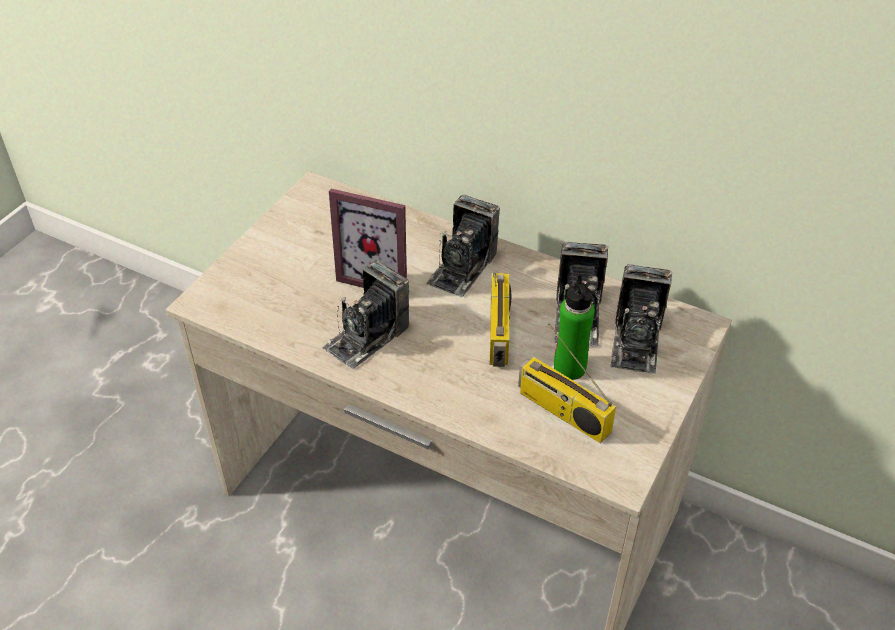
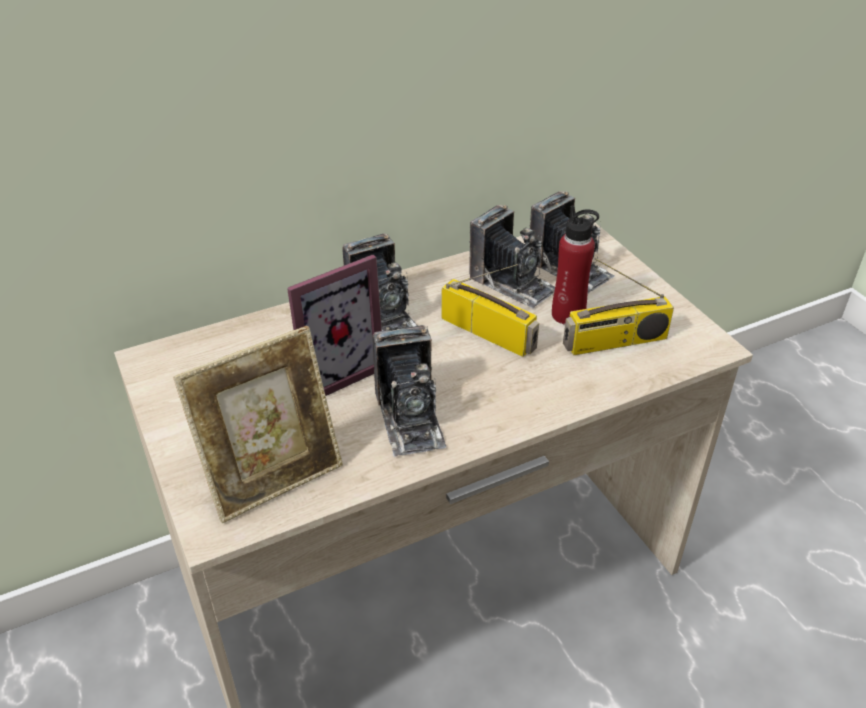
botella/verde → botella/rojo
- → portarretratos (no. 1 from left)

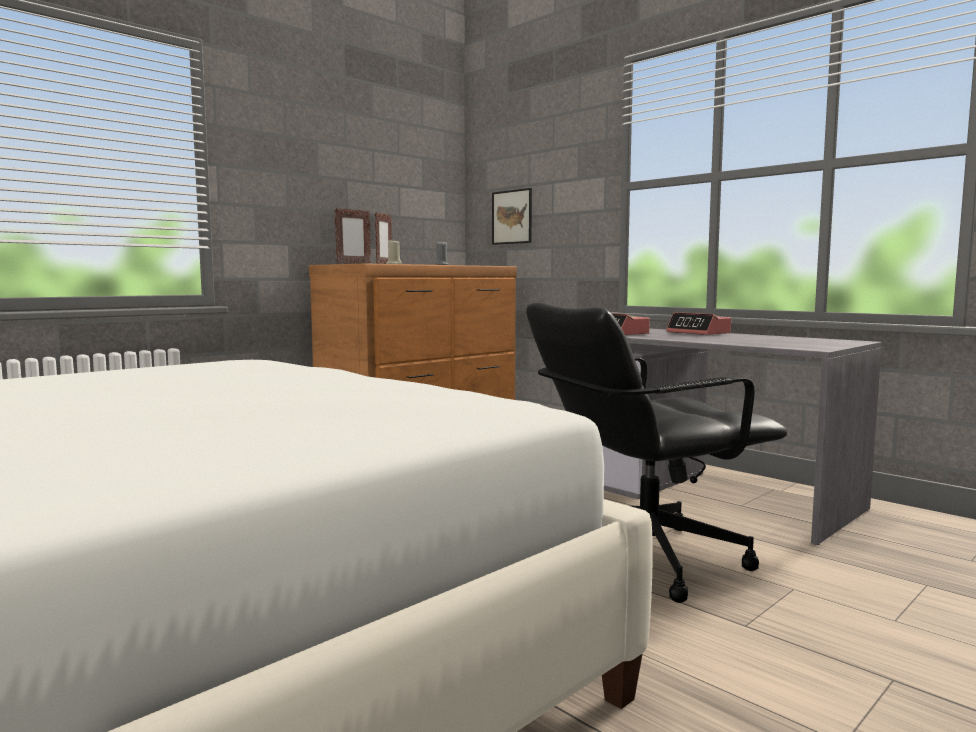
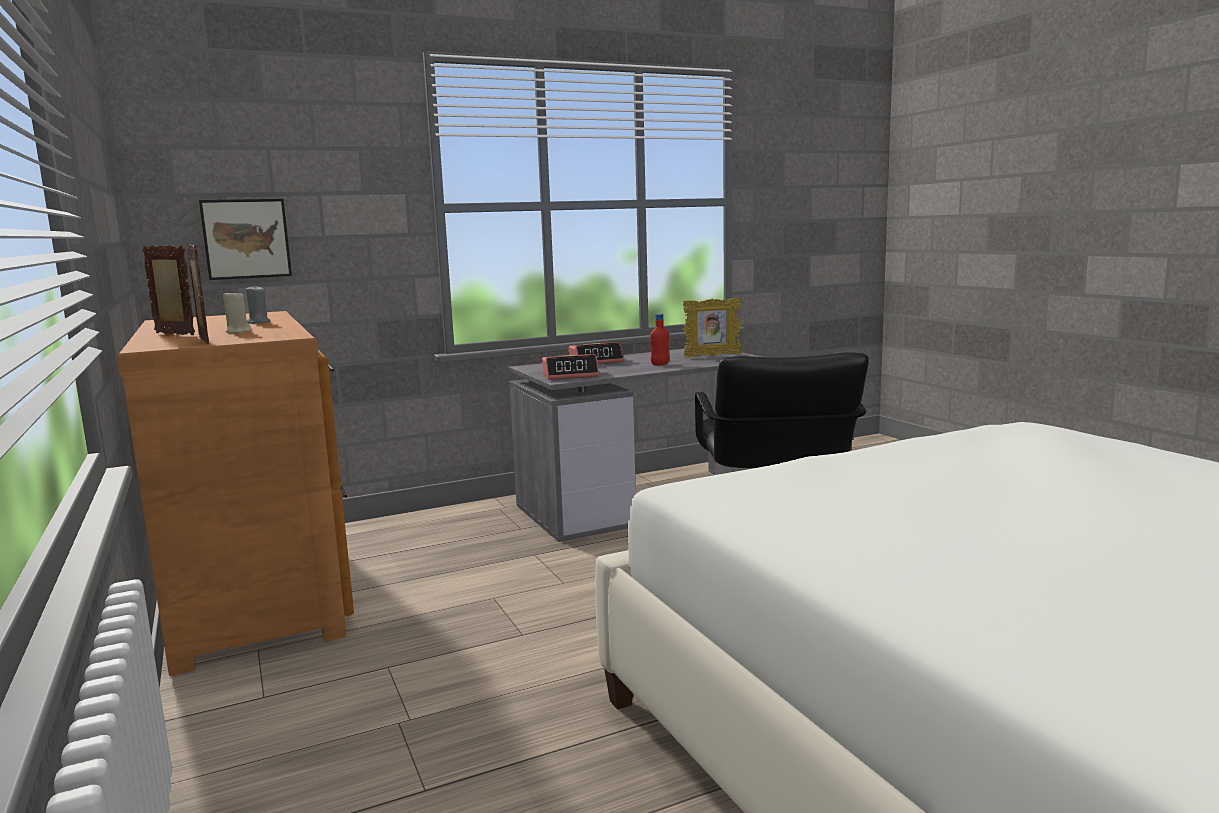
- → botella/rojo
- → portarretratos (no. 3 from left)

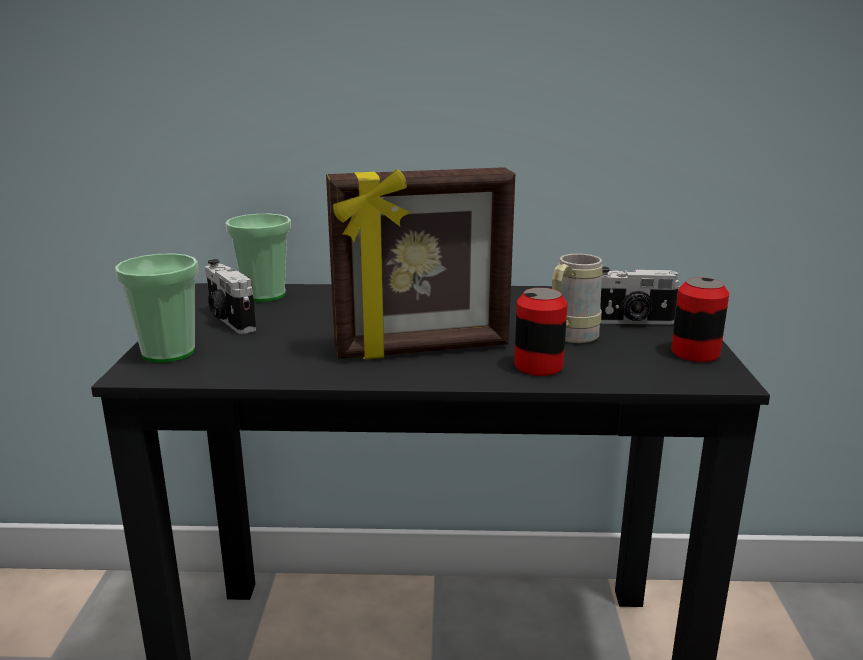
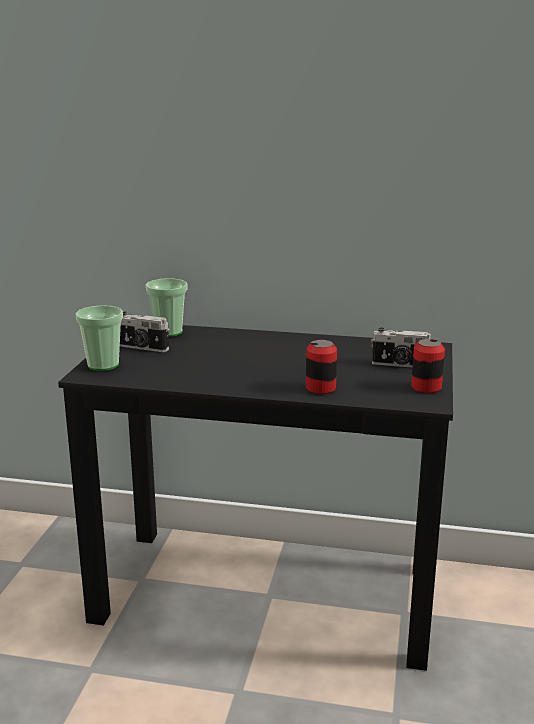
cámara (no. 1 from left), 45 degrees counterclockwise
portarretratos → -
taza grande/beis → -

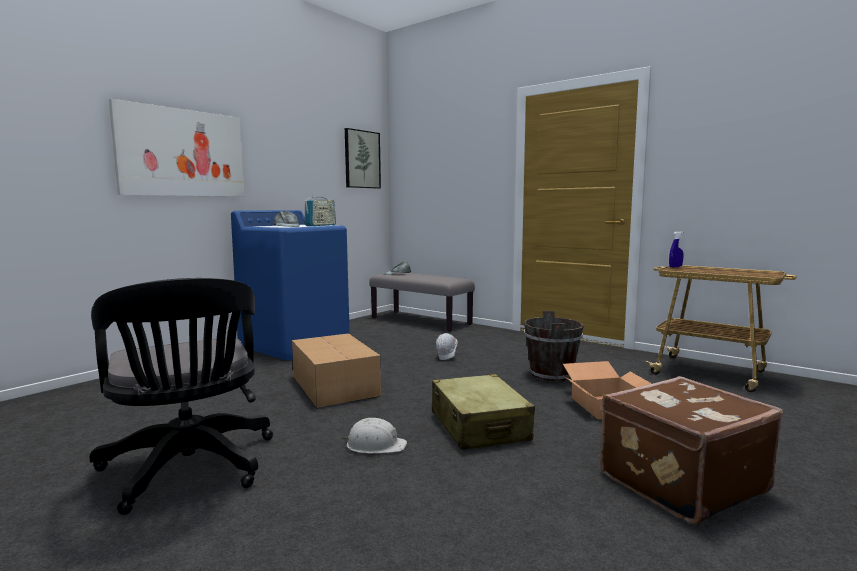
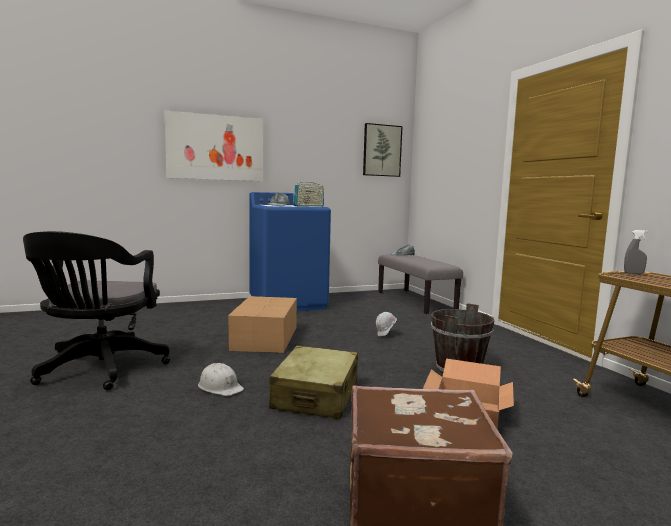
pulverizador/azul → pulverizador/gris

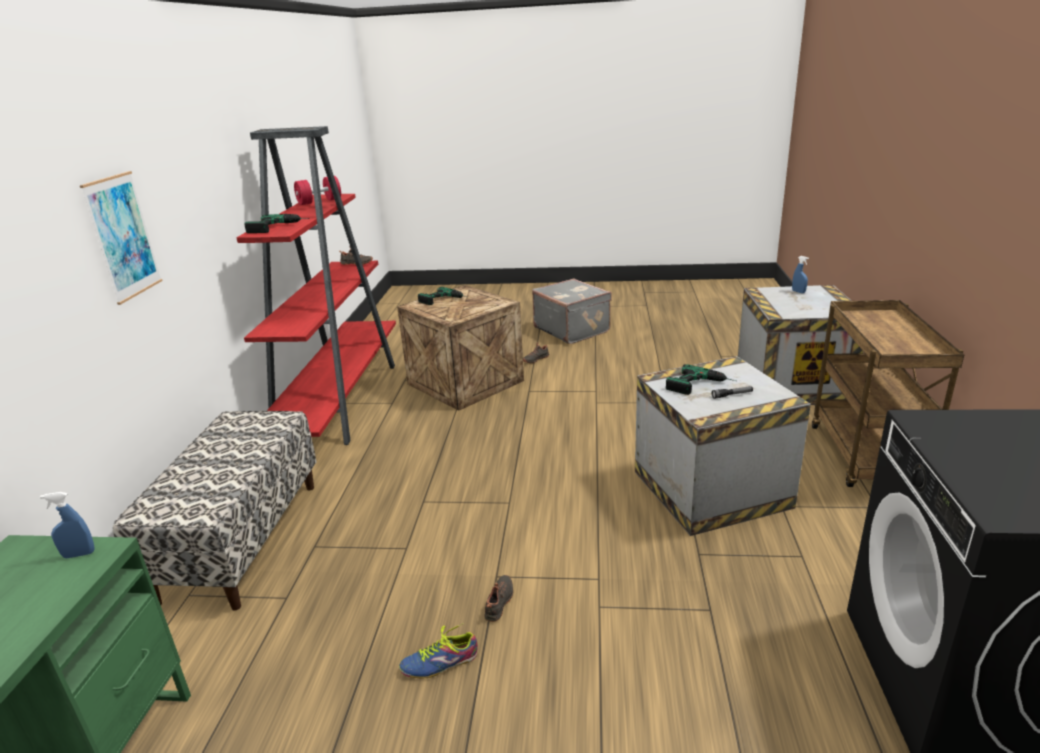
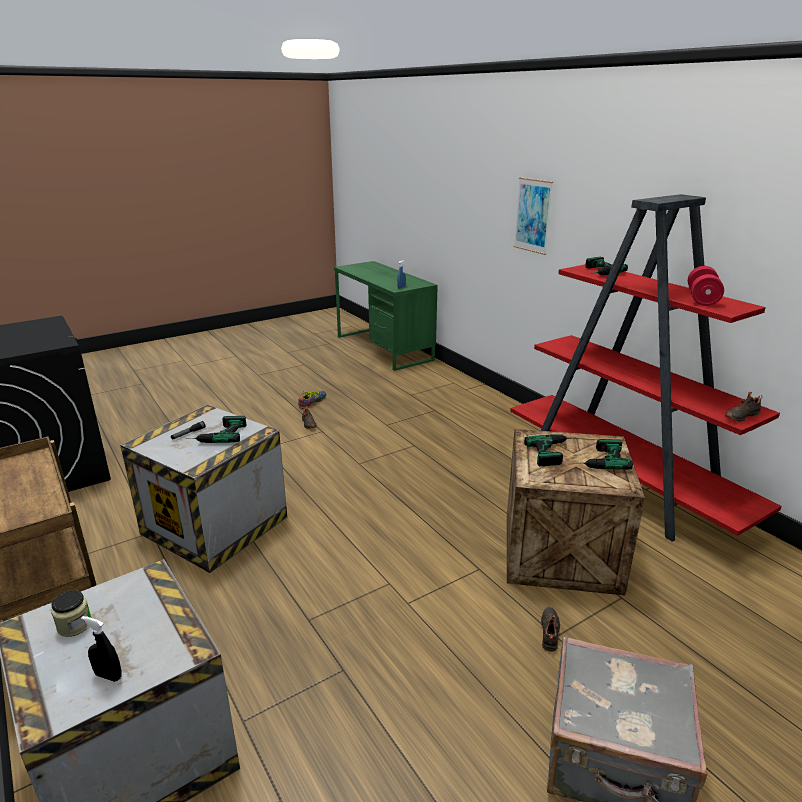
banco → -
pulverizador/azul (no. 2 from left) → pulverizador/negro
- → tarro
- → taladro (no. 2 from left)

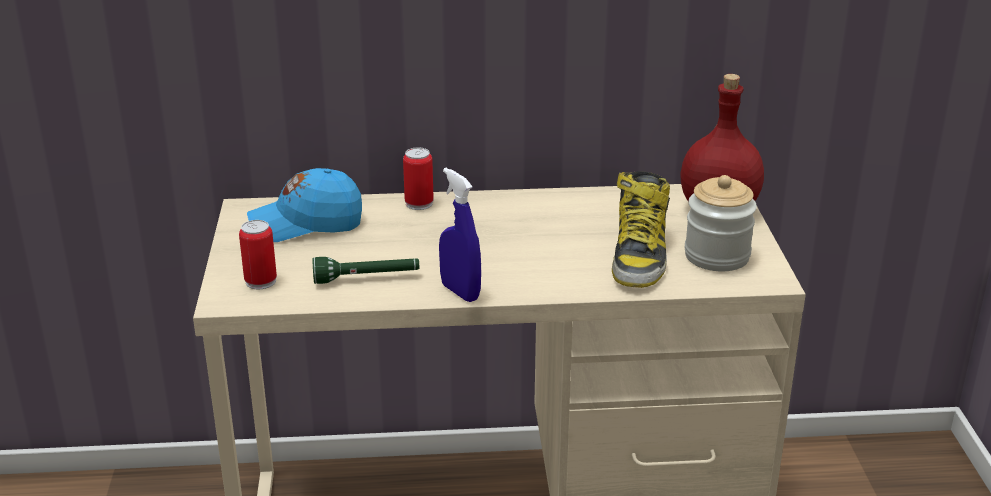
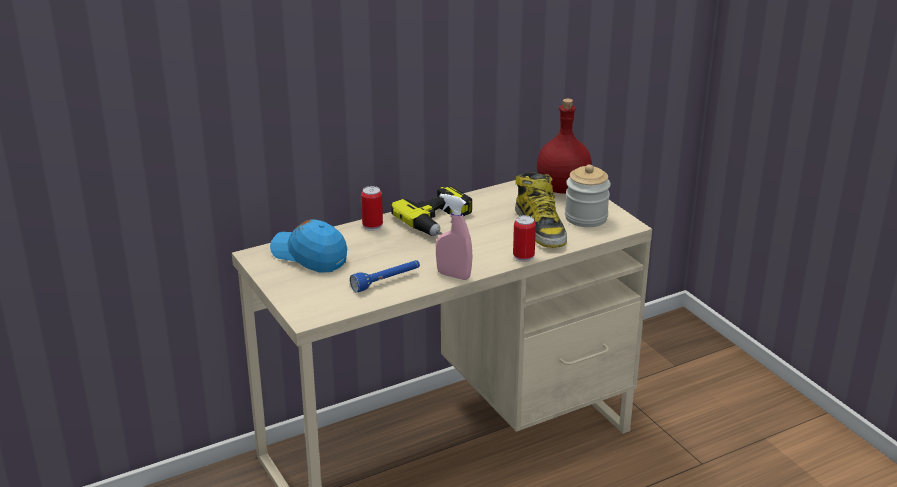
lata (no. 1 from left in the first image) → lata (no. 2 from left), shifted
gorra/azul, 75 degrees clockwise
linterna/verde → linterna/azul
pulverizador/azul → pulverizador/rosa
- → taladro

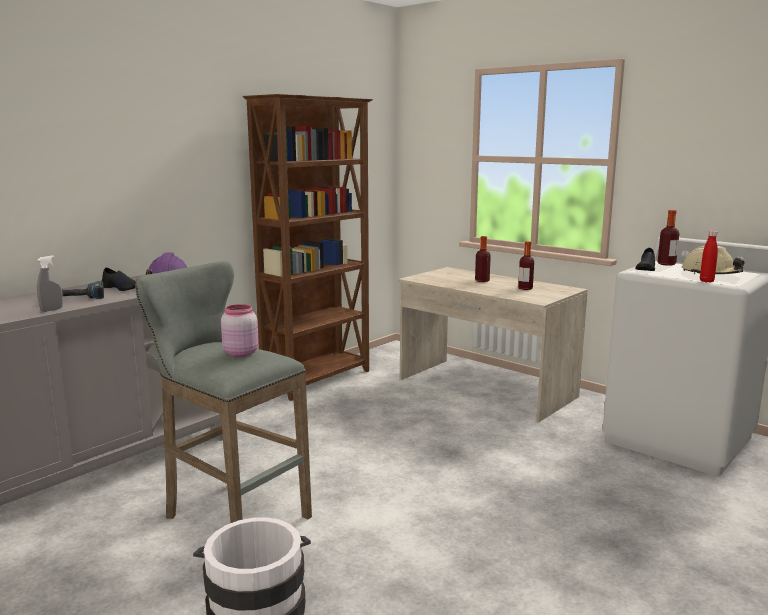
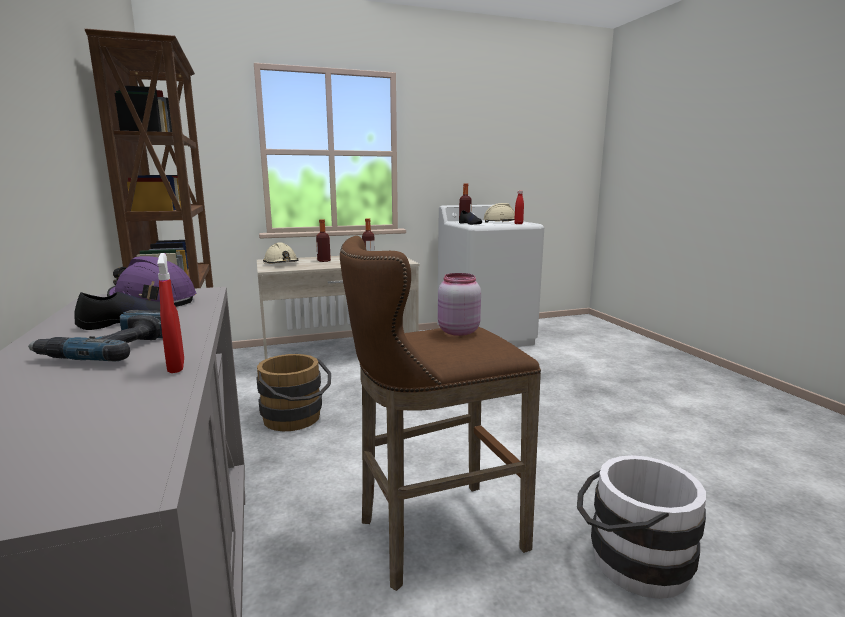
pulverizador/gris → pulverizador/rojo
taburete/gris → taburete/marrón
- → cubo/marrón
- → casco/beis (no. 1 from left)

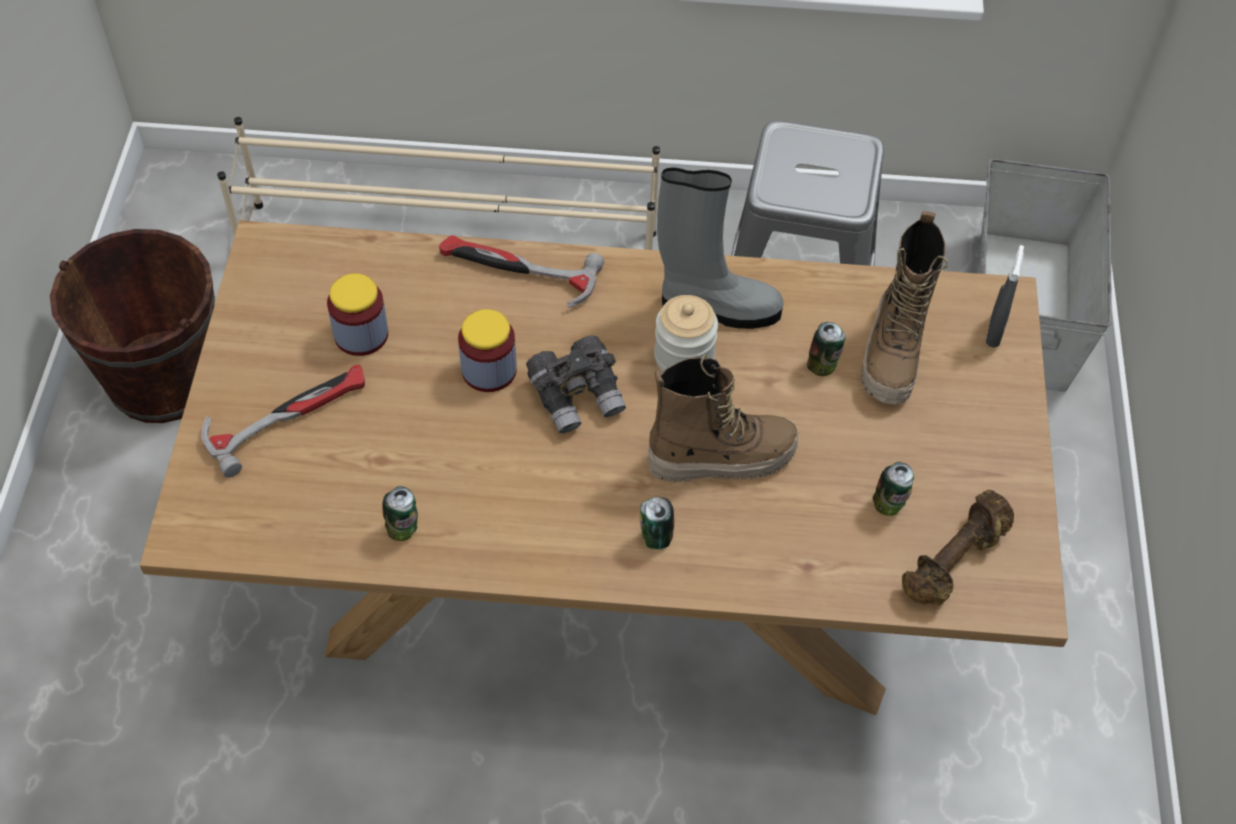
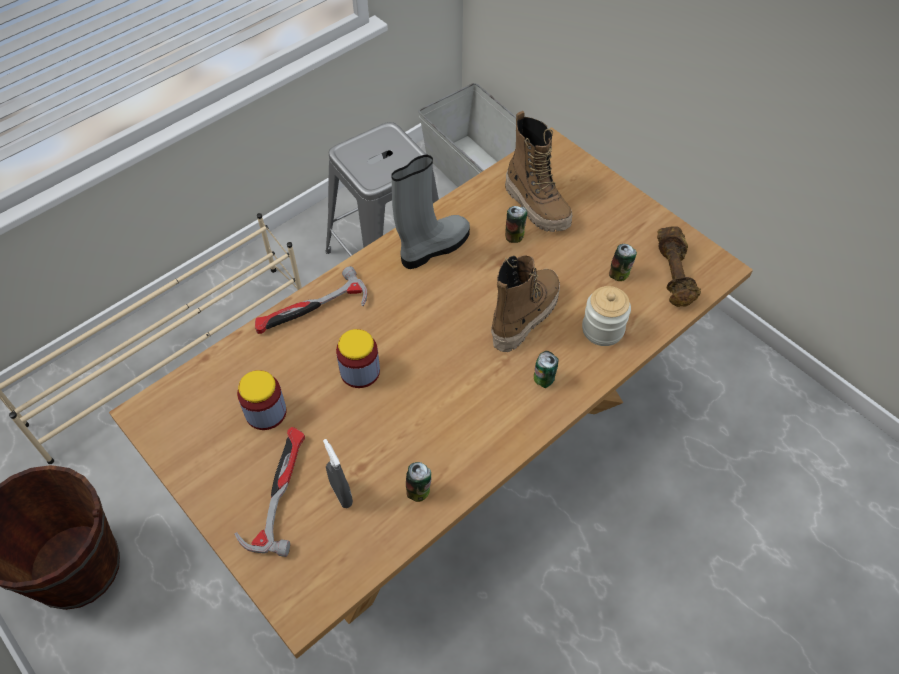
prismáticos/gris → -
tarro (no. 3 from left), shifted
pulverizador/gris, shifted

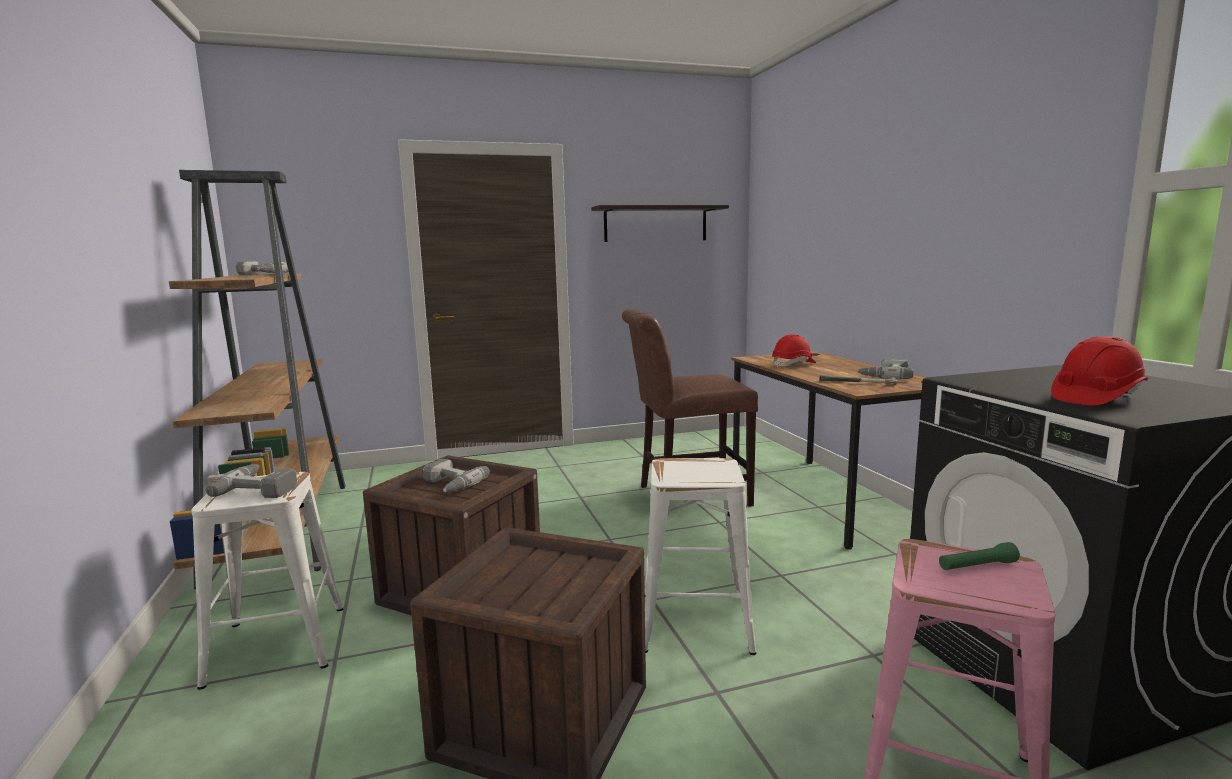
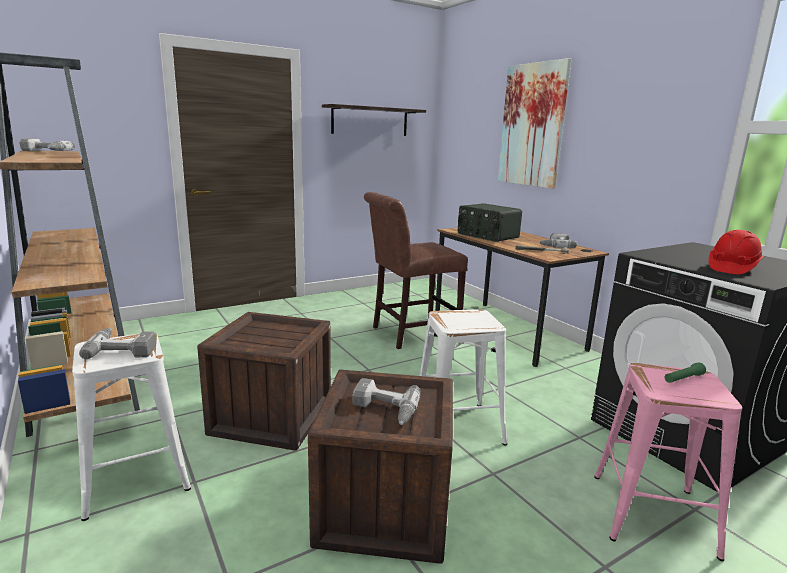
taladro (no. 3 from left), shifted
casco/rojo (no. 1 from left) → radio
- → cuadro

